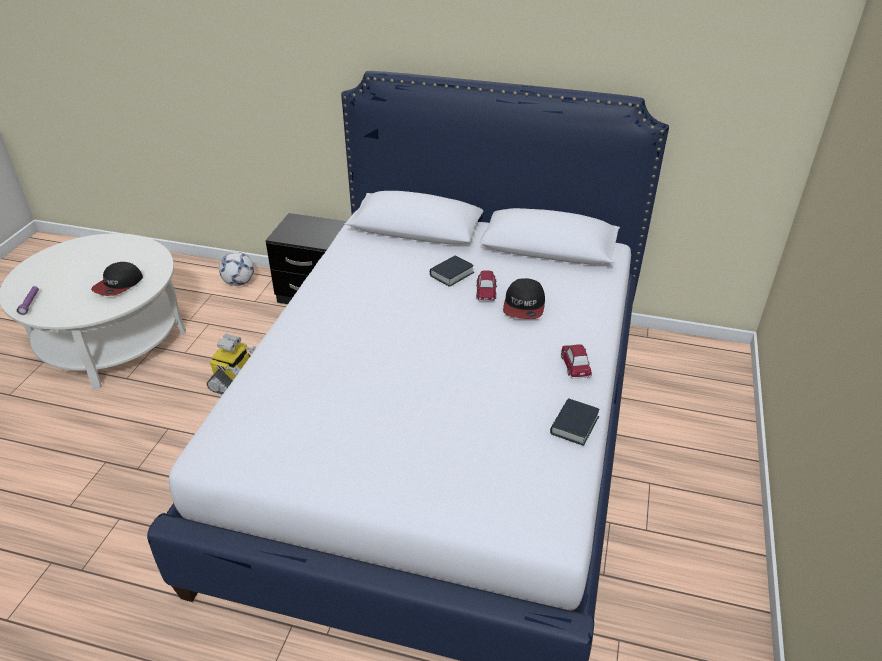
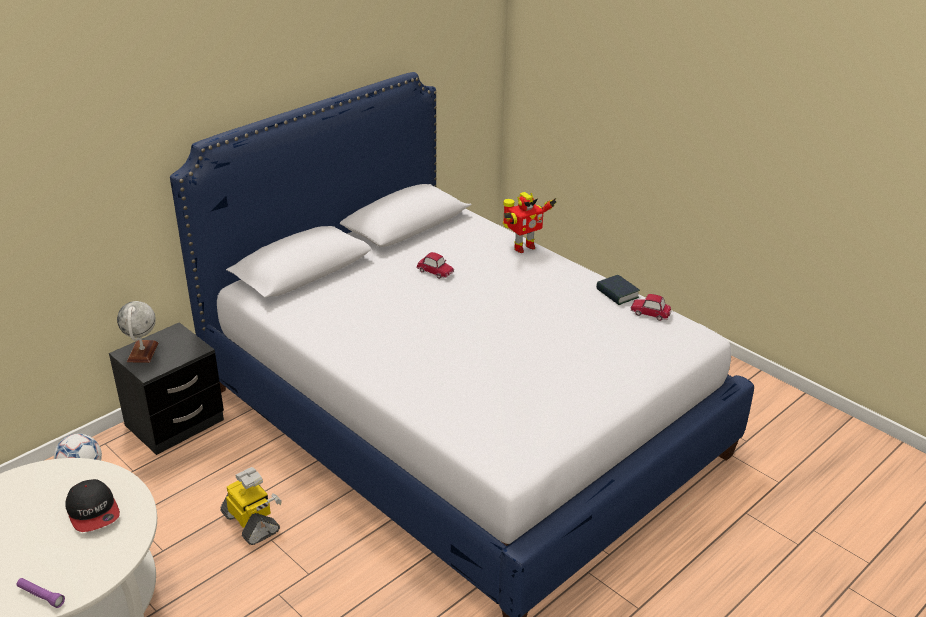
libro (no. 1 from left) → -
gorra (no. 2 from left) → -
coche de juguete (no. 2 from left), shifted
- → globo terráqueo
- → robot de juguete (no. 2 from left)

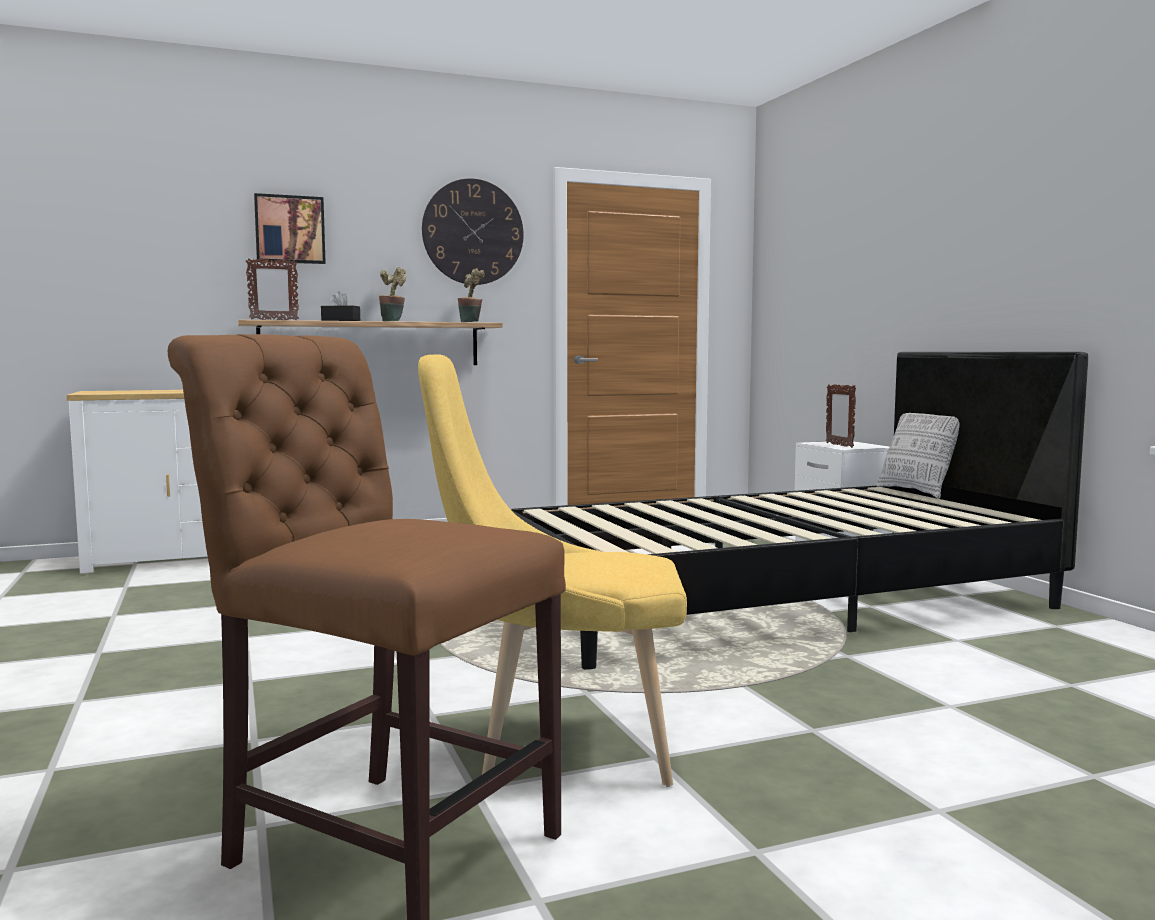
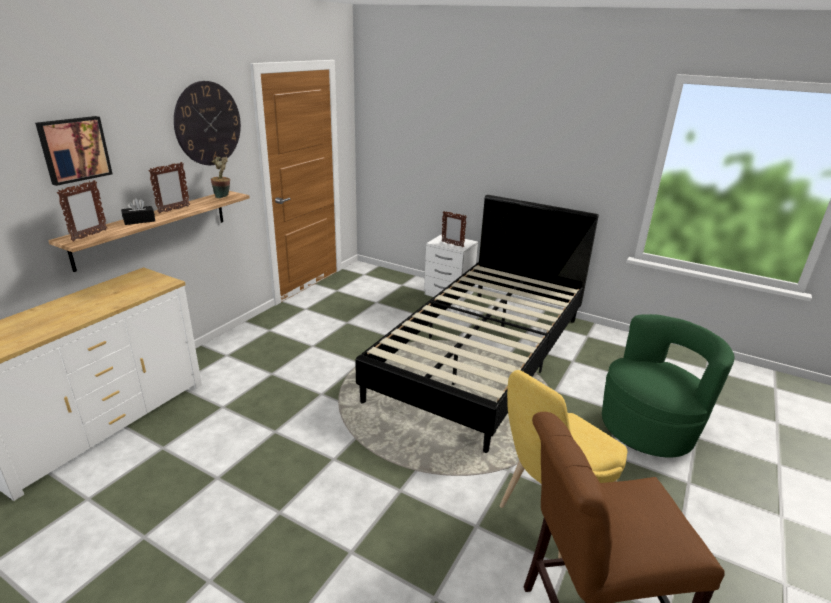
planta en maceta (no. 1 from left) → portarretratos (no. 2 from left)
cojín → -
- → sillón/verde

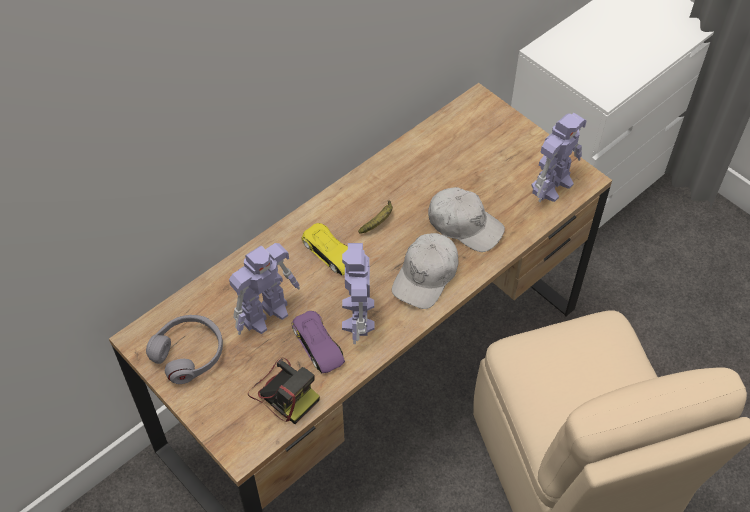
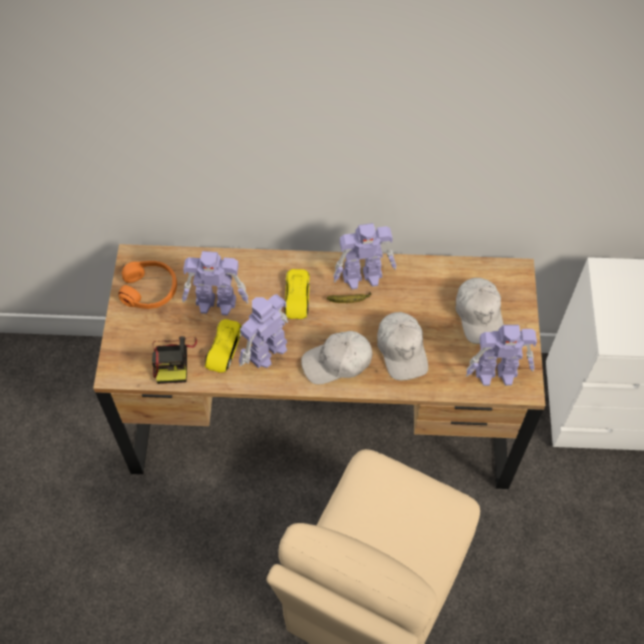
auriculares/gris → auriculares/naranja
coche de juguete/morado → coche de juguete/amarillo (no. 1 from left)
- → robot de juguete (no. 3 from left)
- → gorra/blanco (no. 3 from left)

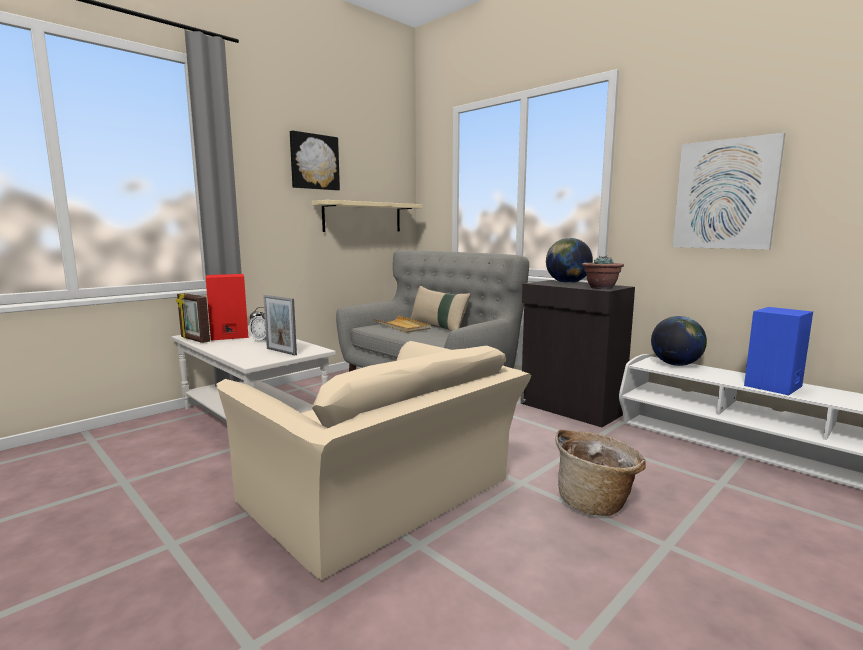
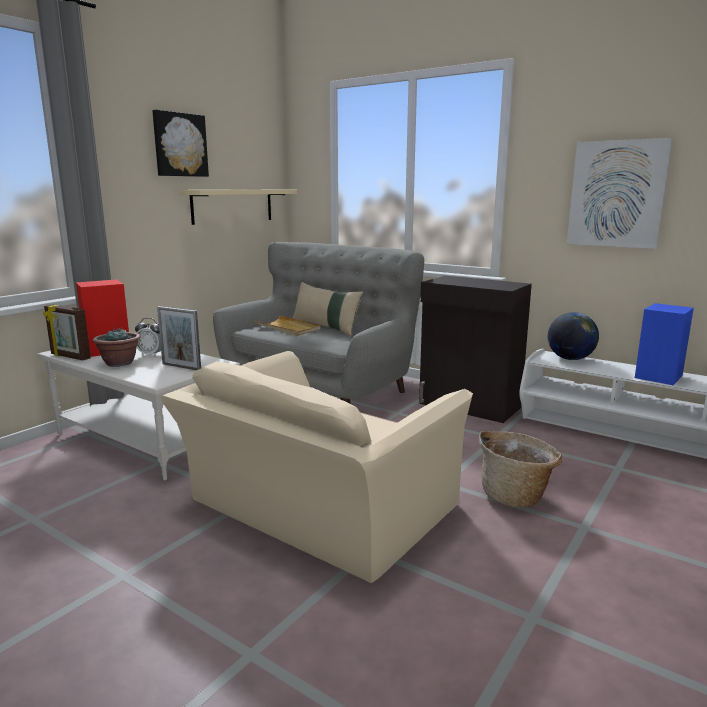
sillón/beis, 90 degrees clockwise
globo terráqueo (no. 1 from left) → -
planta en maceta, shifted

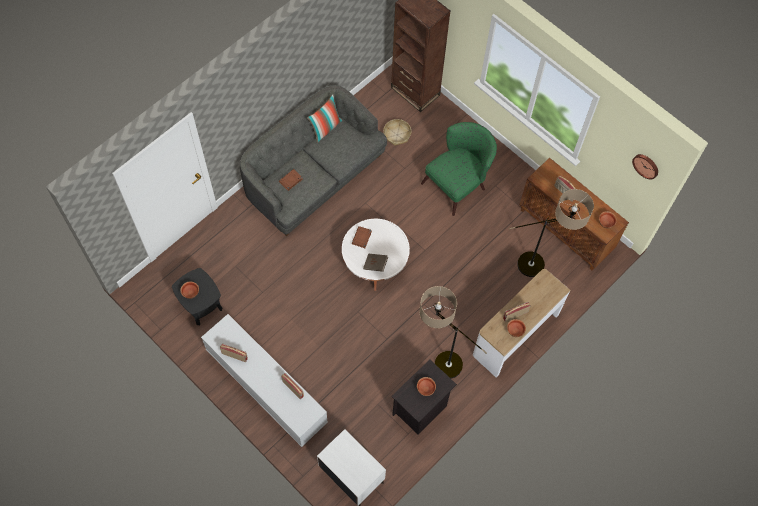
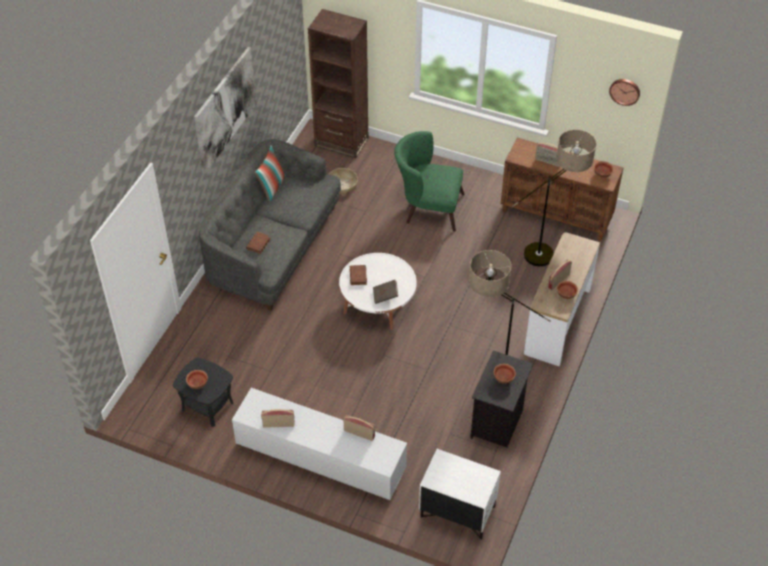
sillón/verde, 105 degrees counterclockwise
- → cuadro

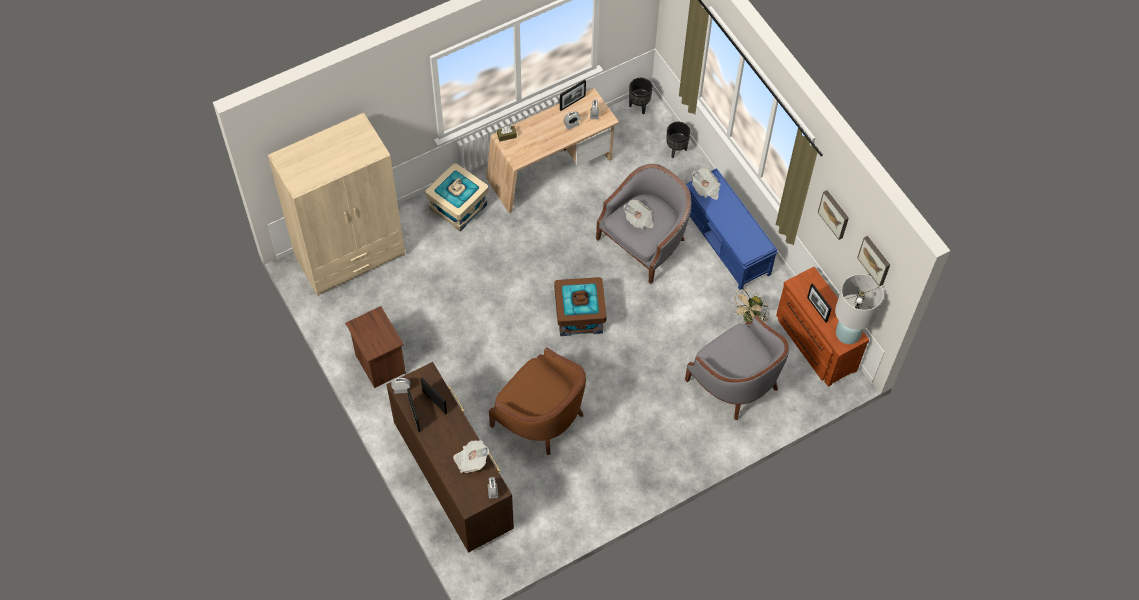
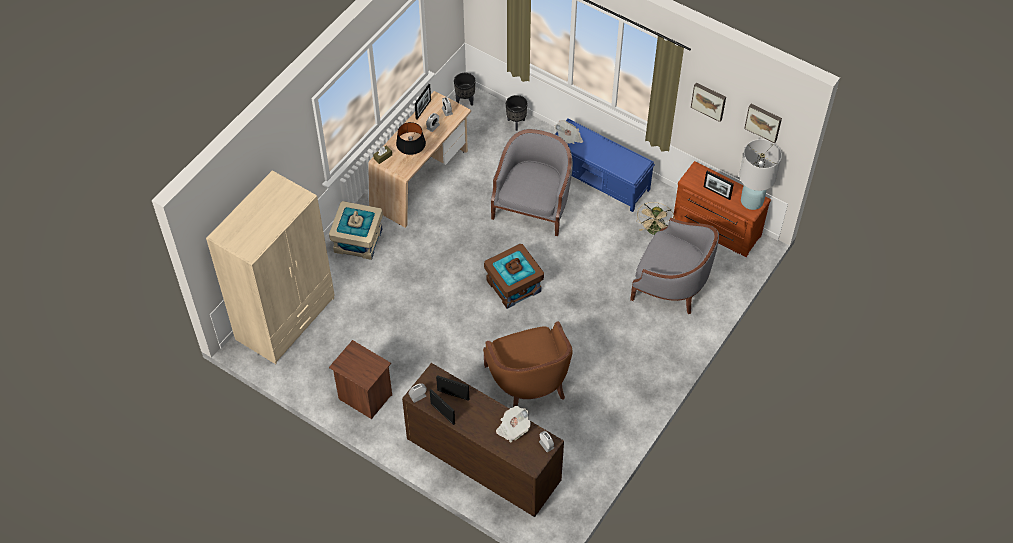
sillón/marrón, 60 degrees clockwise
periódico (no. 2 from left) → -
- → lámpara de mesa/negro

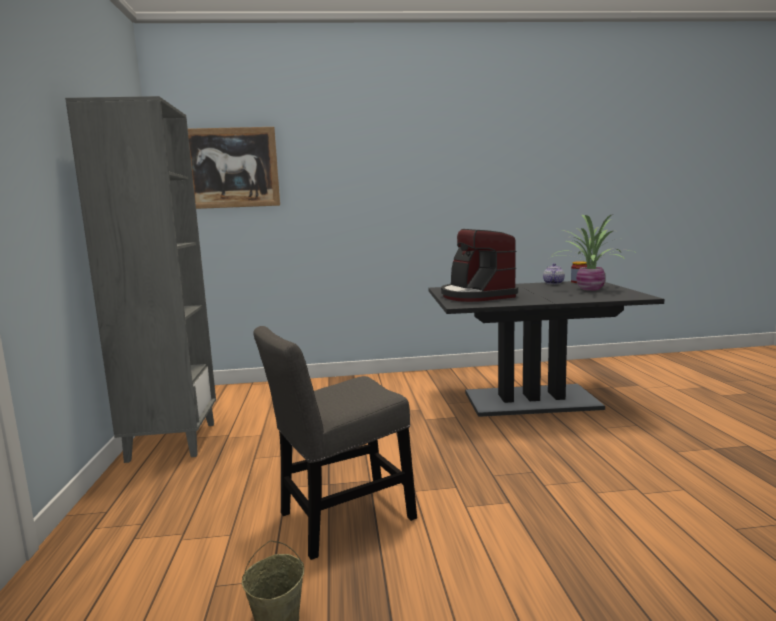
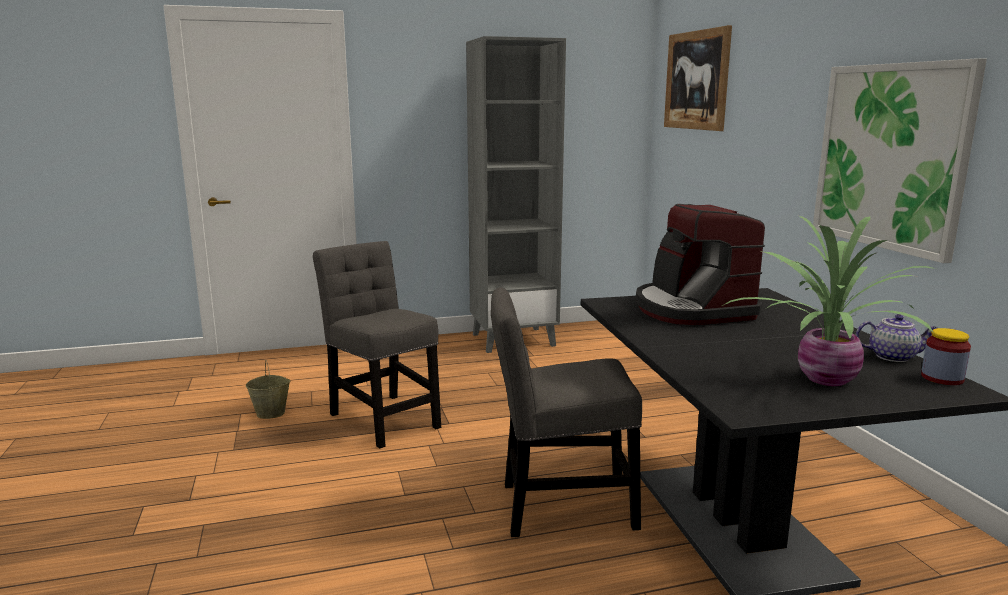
cafetera, 75 degrees counterclockwise
- → silla/gris (no. 2 from left)
- → cuadro (no. 2 from left)

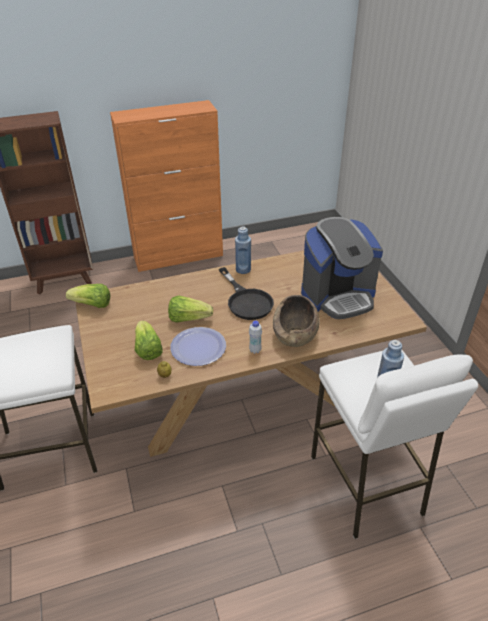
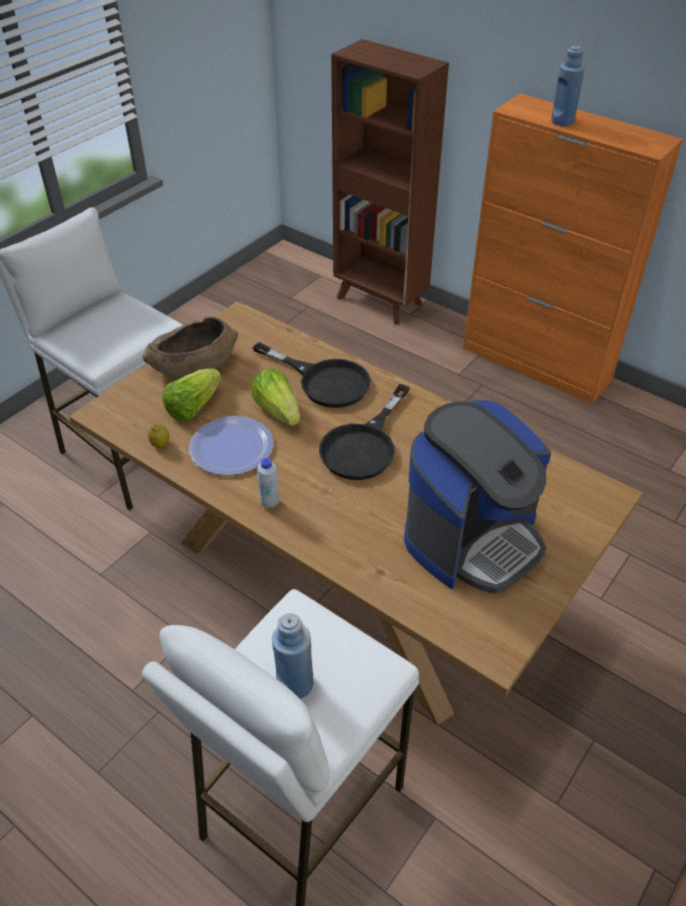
lechuga (no. 1 from left) → -
botella/azul (no. 1 from left in the first image) → botella/azul (no. 2 from left), shifted
cuenco/marrón, shifted
cafetera, 75 degrees counterclockwise
- → sartén/negro (no. 1 from left)

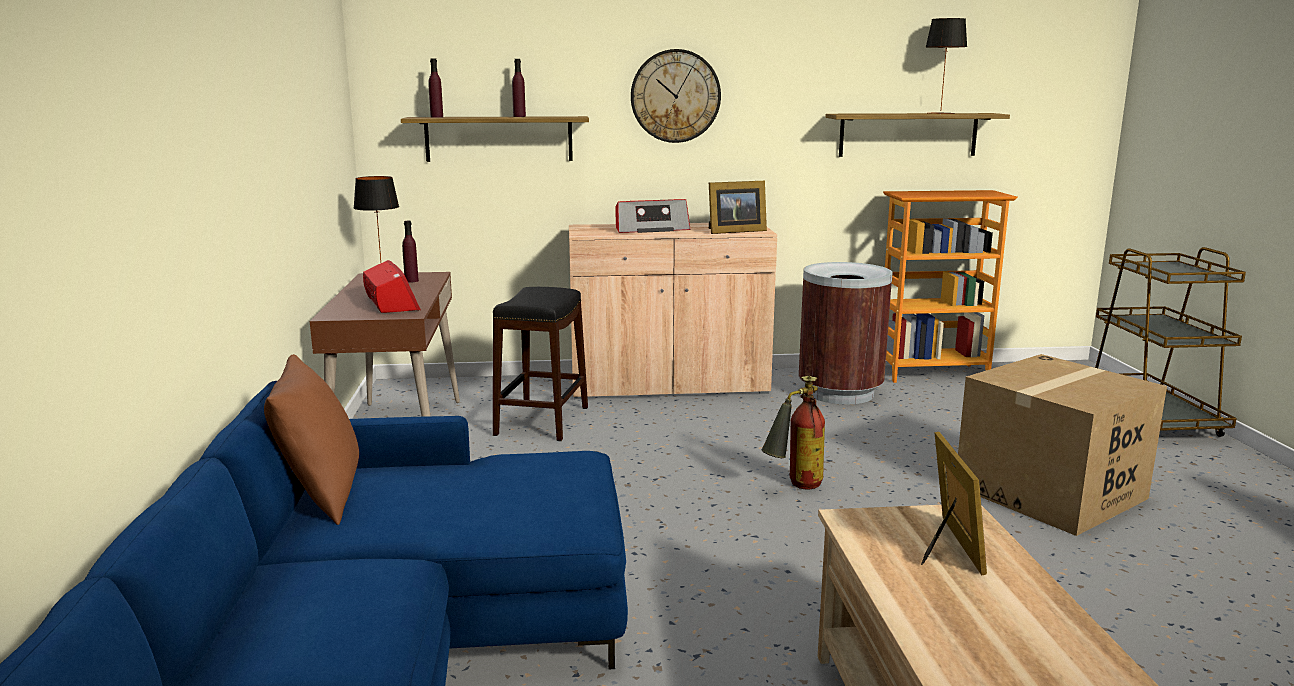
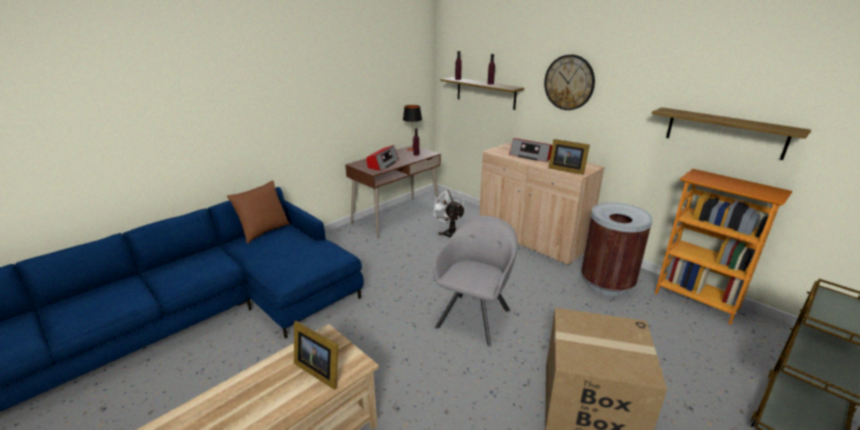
taburete/negro → ventilador/blanco
extintor → sillón/gris
portarretratos (no. 2 from left in the first image) → portarretratos (no. 1 from left), 75 degrees clockwise
lámpara de mesa (no. 2 from left) → -

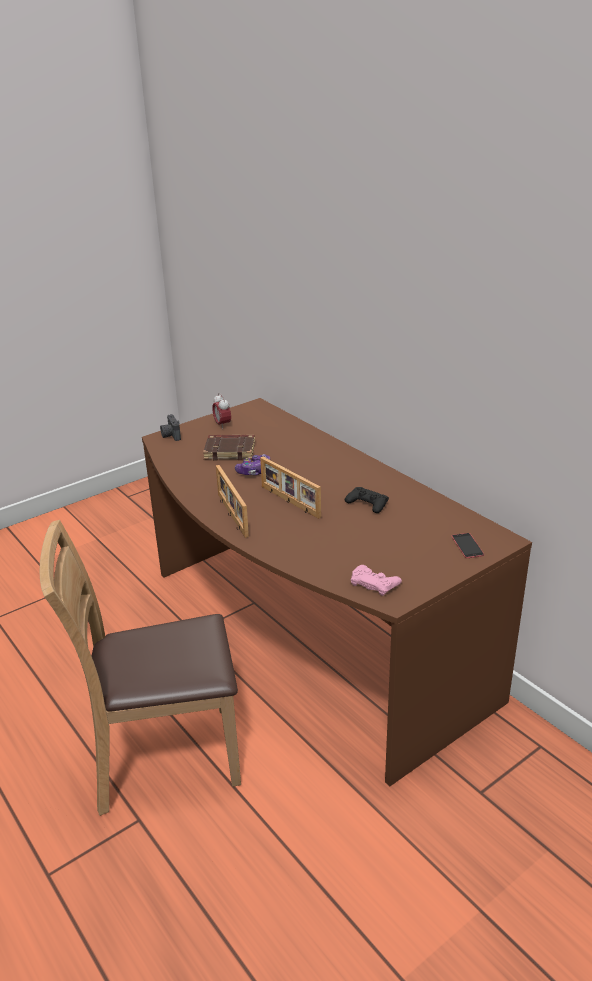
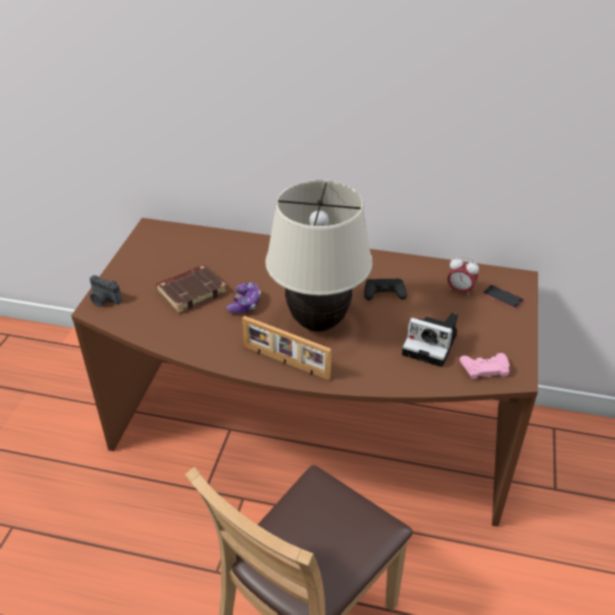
despertador, shifted
portarretratos (no. 2 from left) → lámpara de mesa/beis
- → cámara (no. 2 from left)

